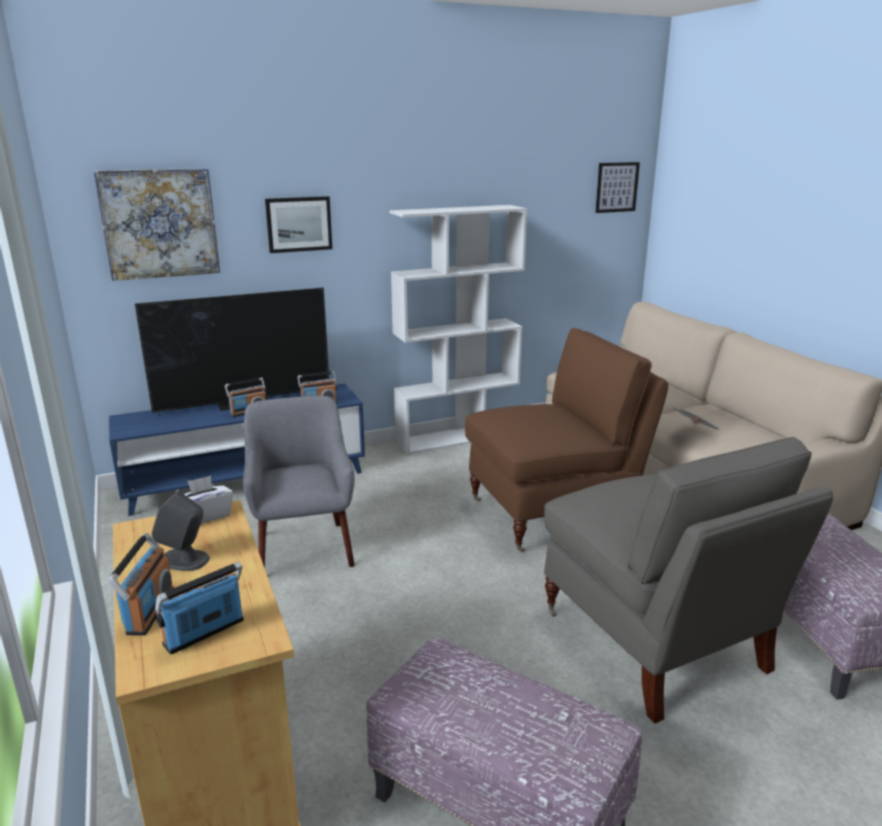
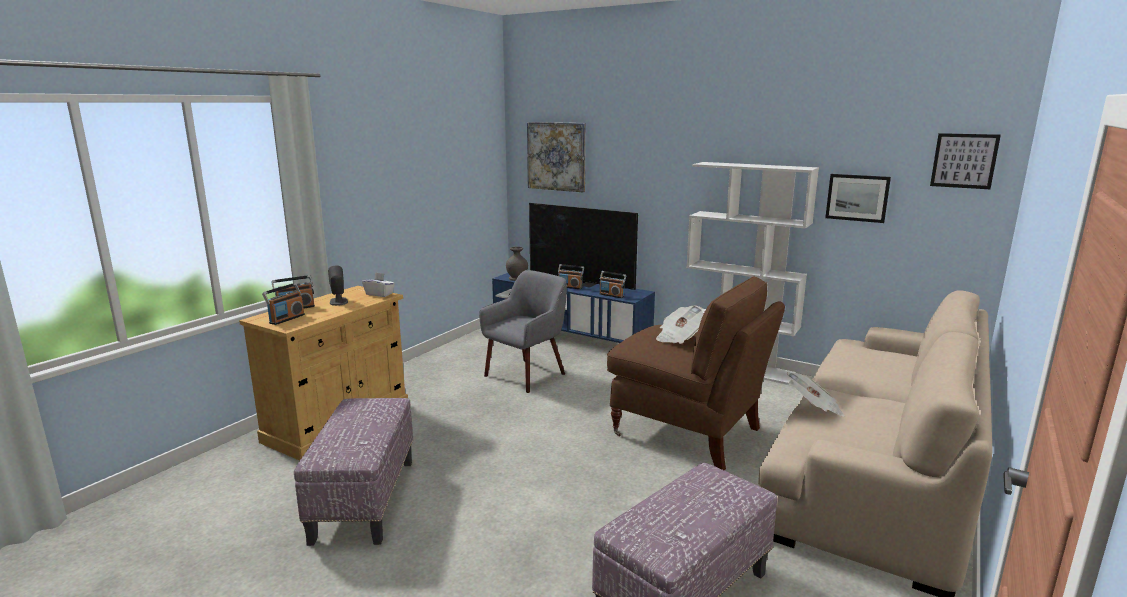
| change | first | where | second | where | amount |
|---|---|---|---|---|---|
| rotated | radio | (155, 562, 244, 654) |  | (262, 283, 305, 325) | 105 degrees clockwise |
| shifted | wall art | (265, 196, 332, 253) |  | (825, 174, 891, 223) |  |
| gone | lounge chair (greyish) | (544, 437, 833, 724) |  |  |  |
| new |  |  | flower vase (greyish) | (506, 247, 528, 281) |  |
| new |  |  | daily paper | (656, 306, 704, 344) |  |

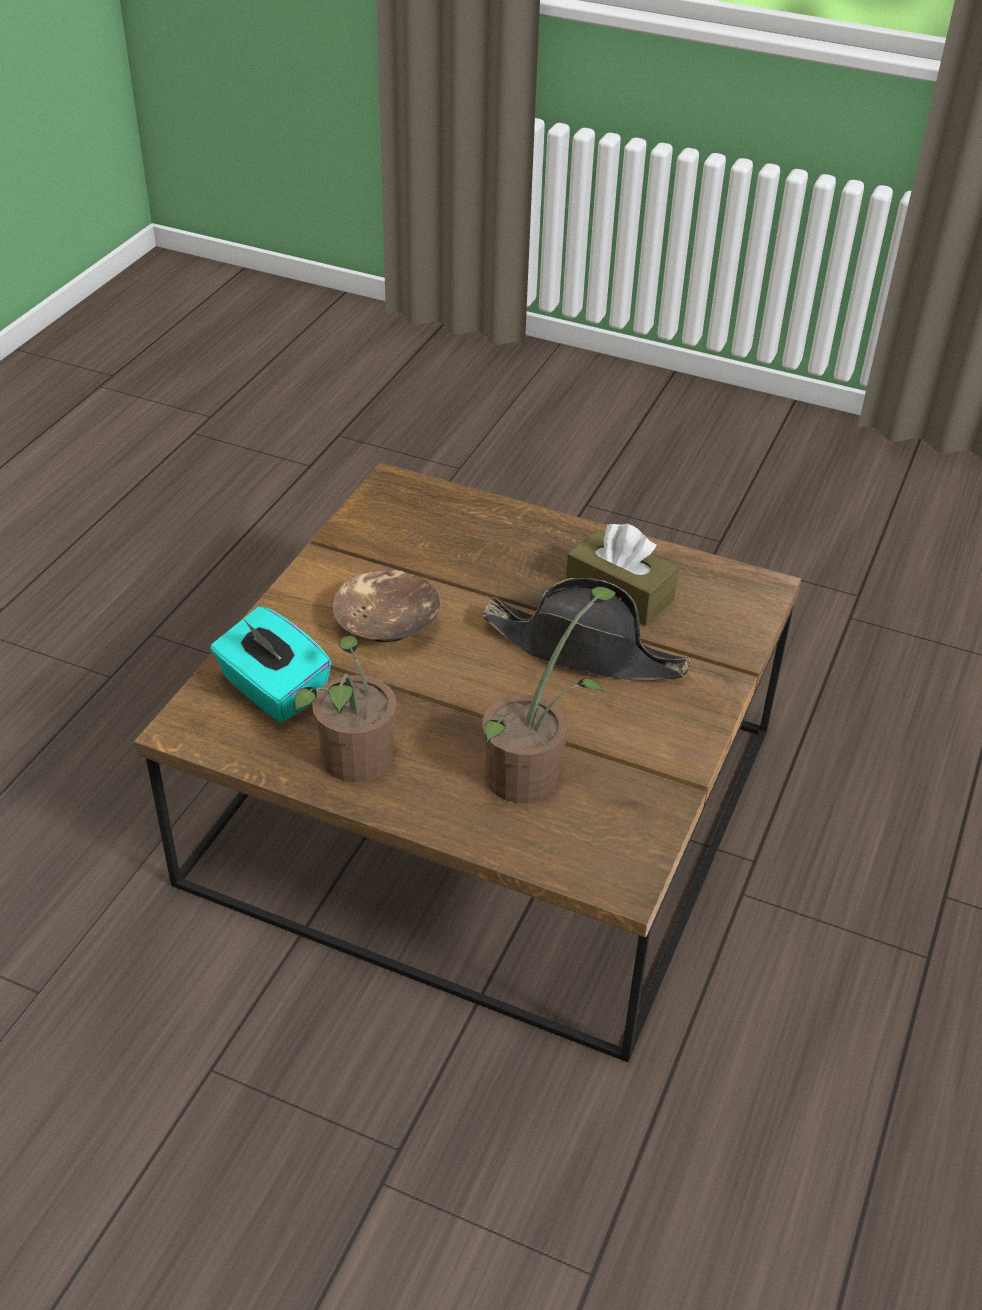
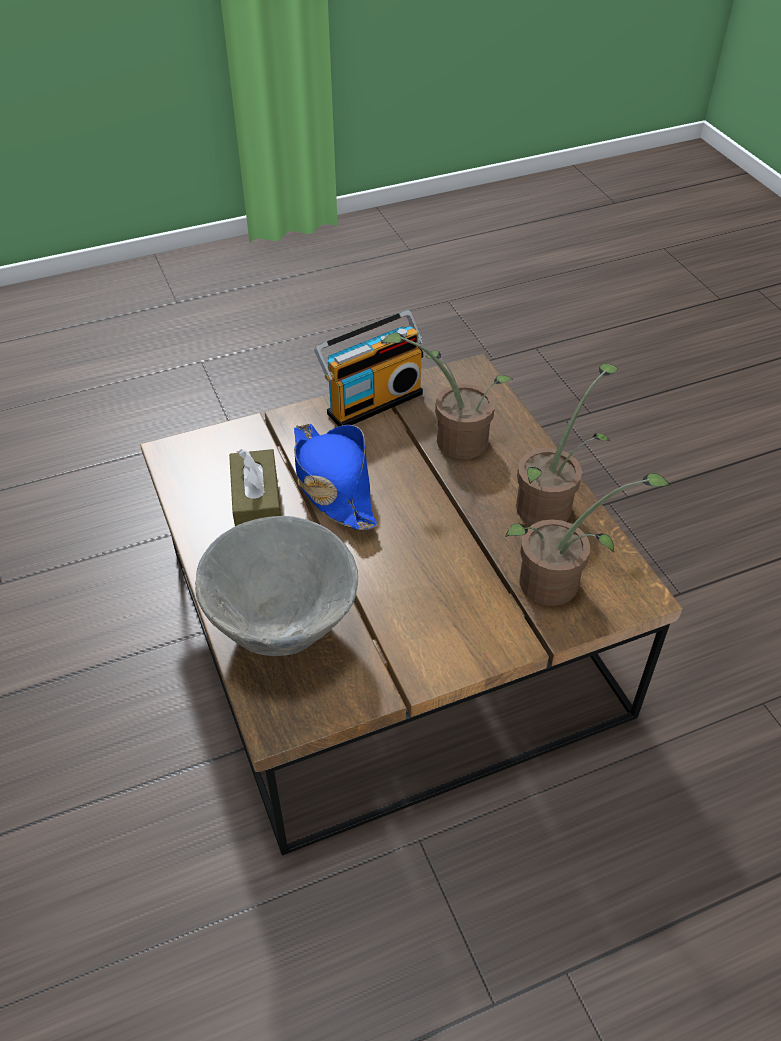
| change | first | where | second | where | amount |
|---|---|---|---|---|---|
| swapped | box of tissues (turquoise-coloured) | (210, 606, 331, 723) | houseplant | (505, 473, 671, 606) |  |
| gone | serving bowl (brown) | (333, 569, 440, 642) |  |  |  |
| repainted | hat (black-coloured) | (482, 578, 690, 680) | hat (blue) | (294, 423, 377, 530) |  |
| new |  |  | serving bowl (greyish) | (195, 516, 358, 656) |  |
| new |  |  | radio | (314, 310, 423, 426) |  |

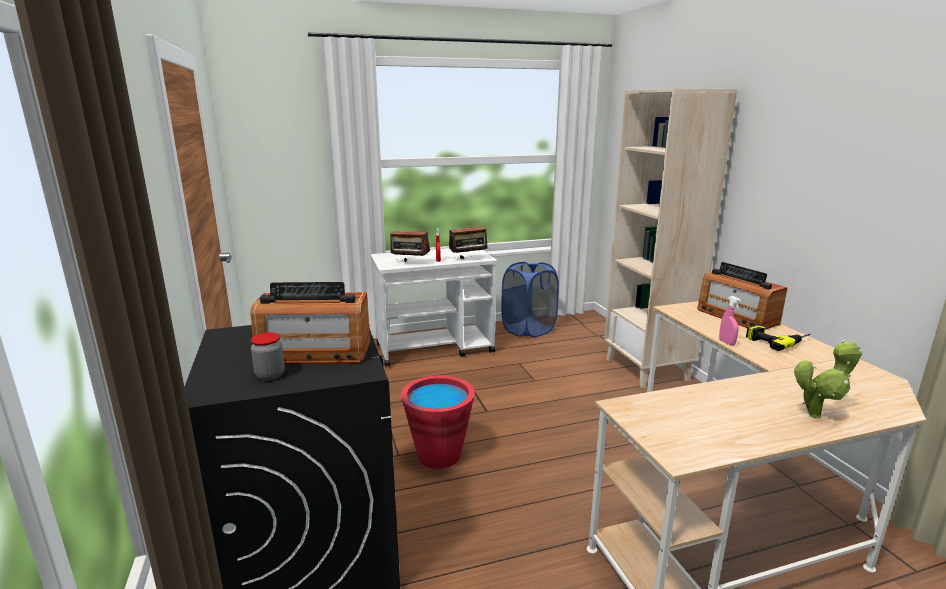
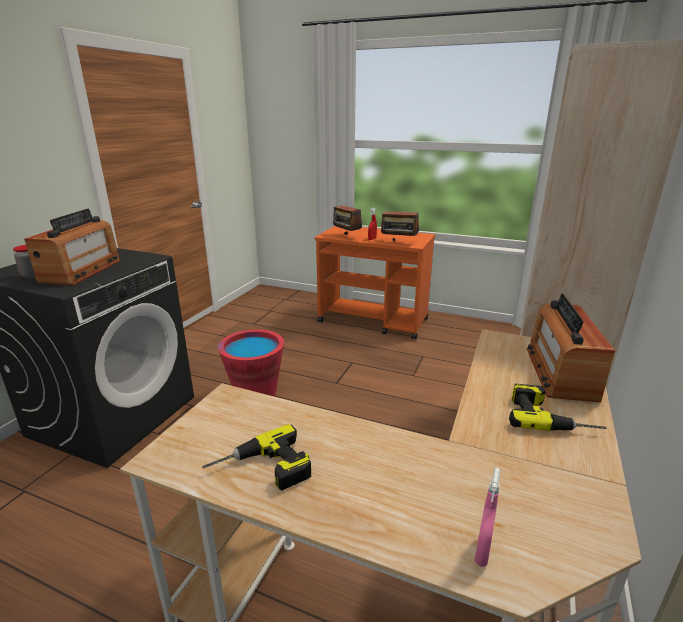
| change | first | where | second | where | amount |
|---|---|---|---|---|---|
| rotated | radio | (250, 282, 370, 364) |  | (24, 209, 121, 285) | 120 degrees counterclockwise |
| repainted | trolley (white) | (371, 248, 497, 367) | trolley (orange-coloured) | (315, 226, 435, 340) |  |
| gone | laundry basket (blue) | (501, 262, 559, 337) |  |  |  |
| shifted | hand sprayer (pinkish) | (719, 296, 741, 346) |  | (474, 467, 501, 567) |  |
| gone | houseplant | (794, 340, 862, 419) |  |  |  |
| new |  |  | electric drill | (202, 424, 311, 491) |  |

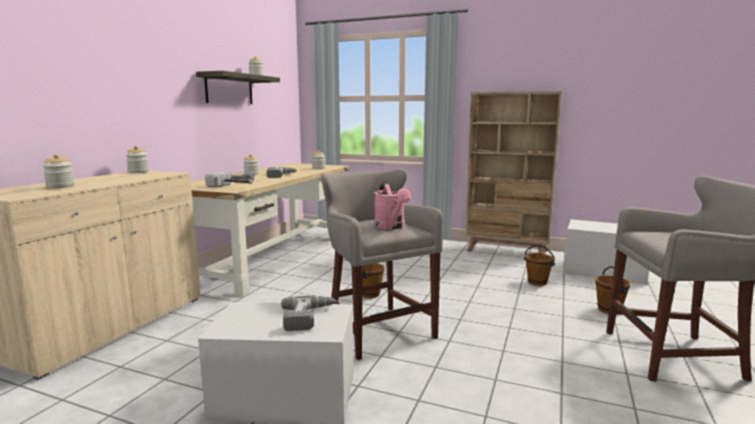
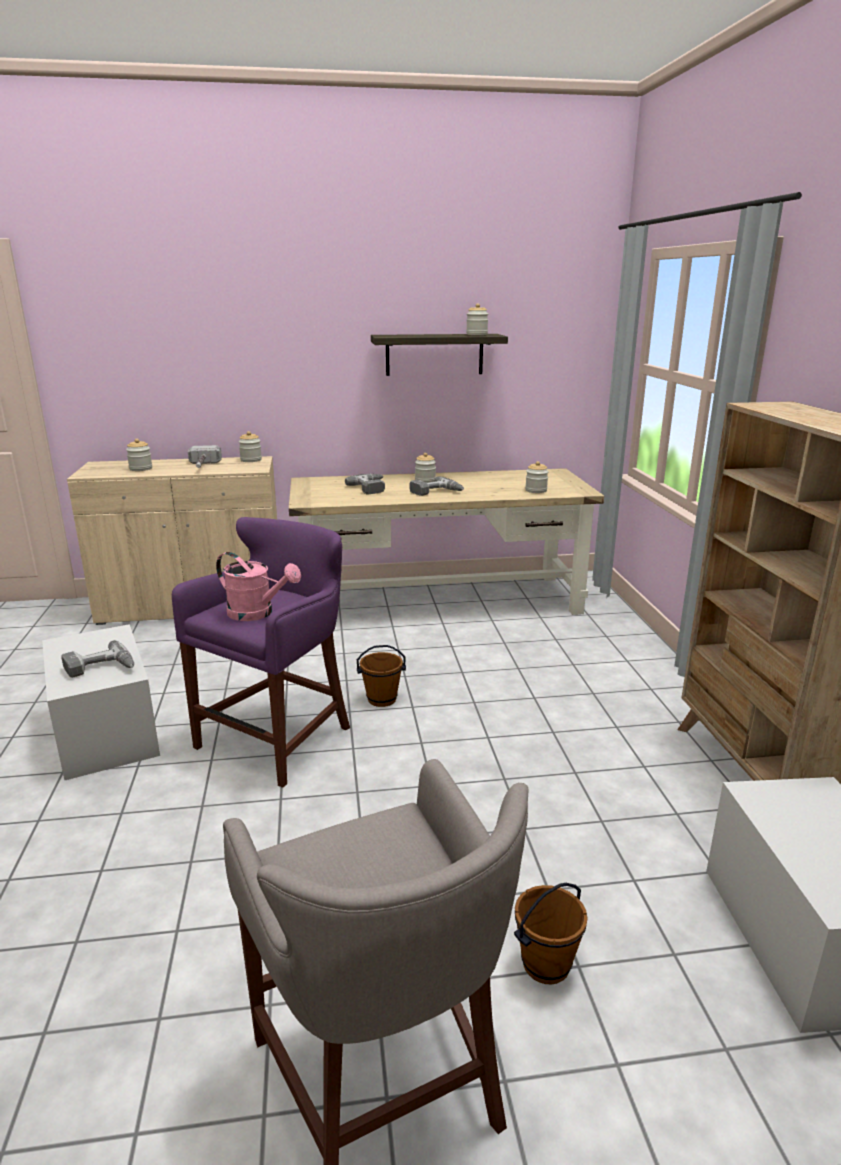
| change | first | where | second | where | amount |
|---|---|---|---|---|---|
| shifted | hand hammer | (205, 172, 253, 187) |  | (188, 445, 222, 468) |  |
| repainted | sitting stool (greyish) | (321, 169, 443, 360) | sitting stool (purple-coloured) | (172, 517, 350, 788) |  |
| rotated | sprinkling can (pinkish) | (374, 181, 411, 229) |  | (216, 552, 301, 621) | 105 degrees counterclockwise |
| gone | water bucket (brown) | (524, 245, 555, 286) |  |  |  |

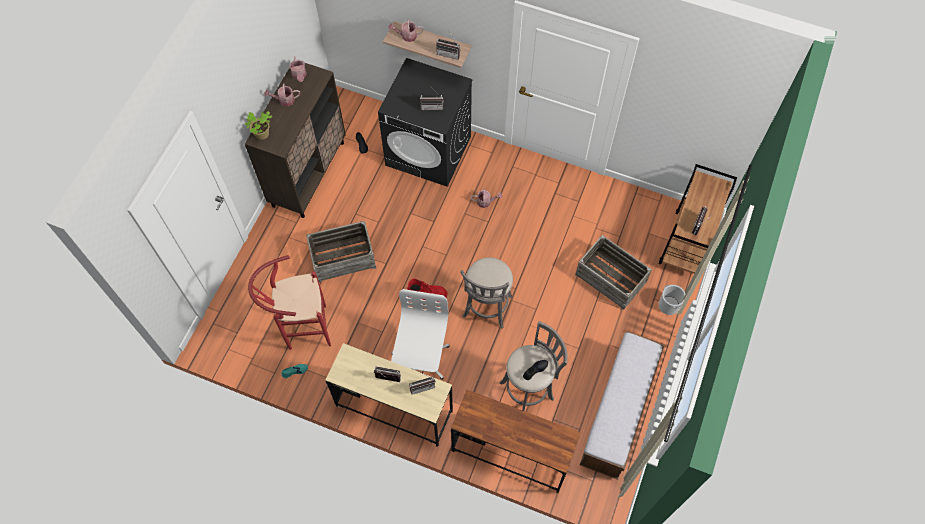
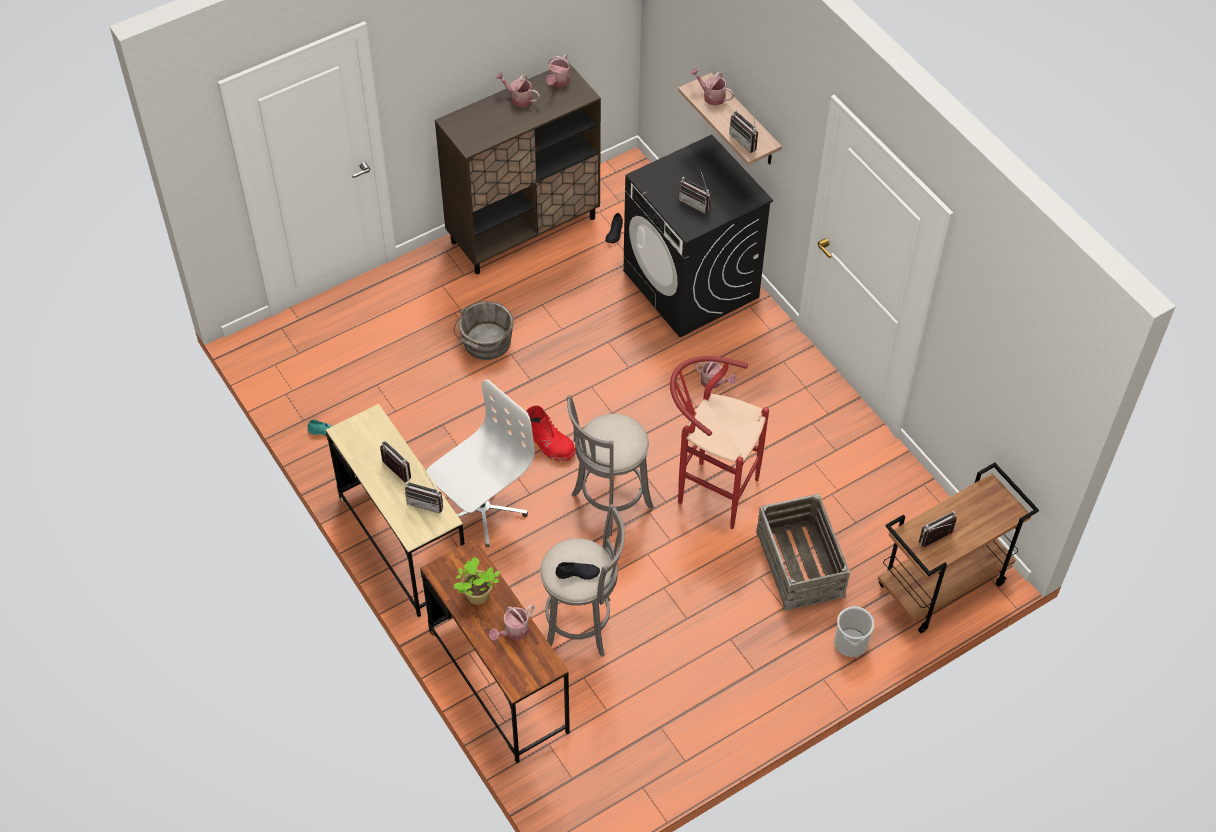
| change | first | where | second | where | amount |
|---|---|---|---|---|---|
| shifted | houseplant | (245, 111, 272, 140) |  | (454, 557, 500, 605) |  |
| shifted | sitting stool (red-coloured) | (248, 255, 331, 350) |  | (670, 356, 769, 529) |  |
| swapped | crate | (306, 221, 376, 282) | water bucket (greyish) | (454, 301, 514, 360) |  |
| gone | bench | (580, 331, 665, 480) |  |  |  |
| new |  |  | sprinkling can | (489, 604, 535, 640) |  |

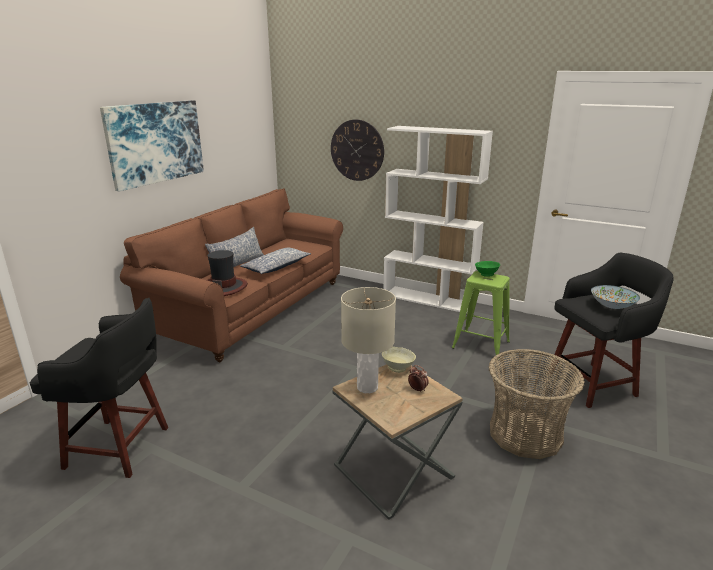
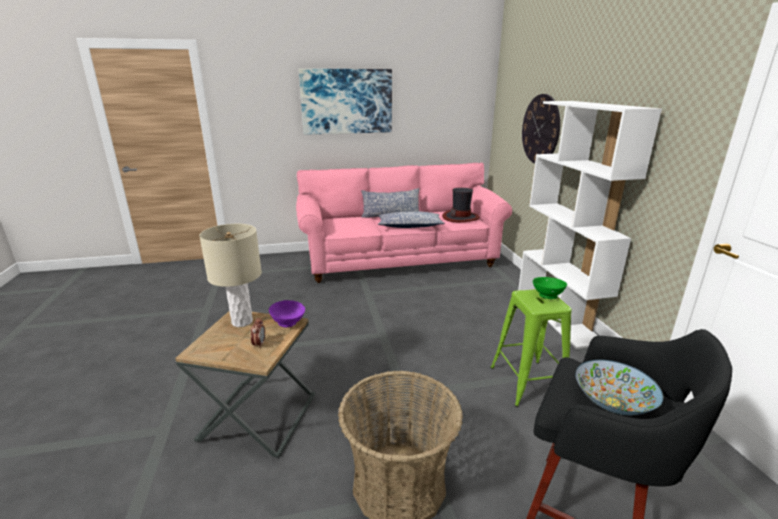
| change | first | where | second | where | amount |
|---|---|---|---|---|---|
| gone | sitting stool (black-coloured) | (30, 298, 168, 478) |  |  |  |
| repainted | settee (brown) | (120, 188, 343, 362) | settee (pinkish) | (296, 163, 512, 283) |  |
| shifted | hat | (207, 250, 248, 296) |  | (442, 188, 480, 222) |  |
| repainted | serving bowl (sand-coloured) | (382, 347, 416, 373) | serving bowl (purple-coloured) | (269, 300, 305, 328) |  |

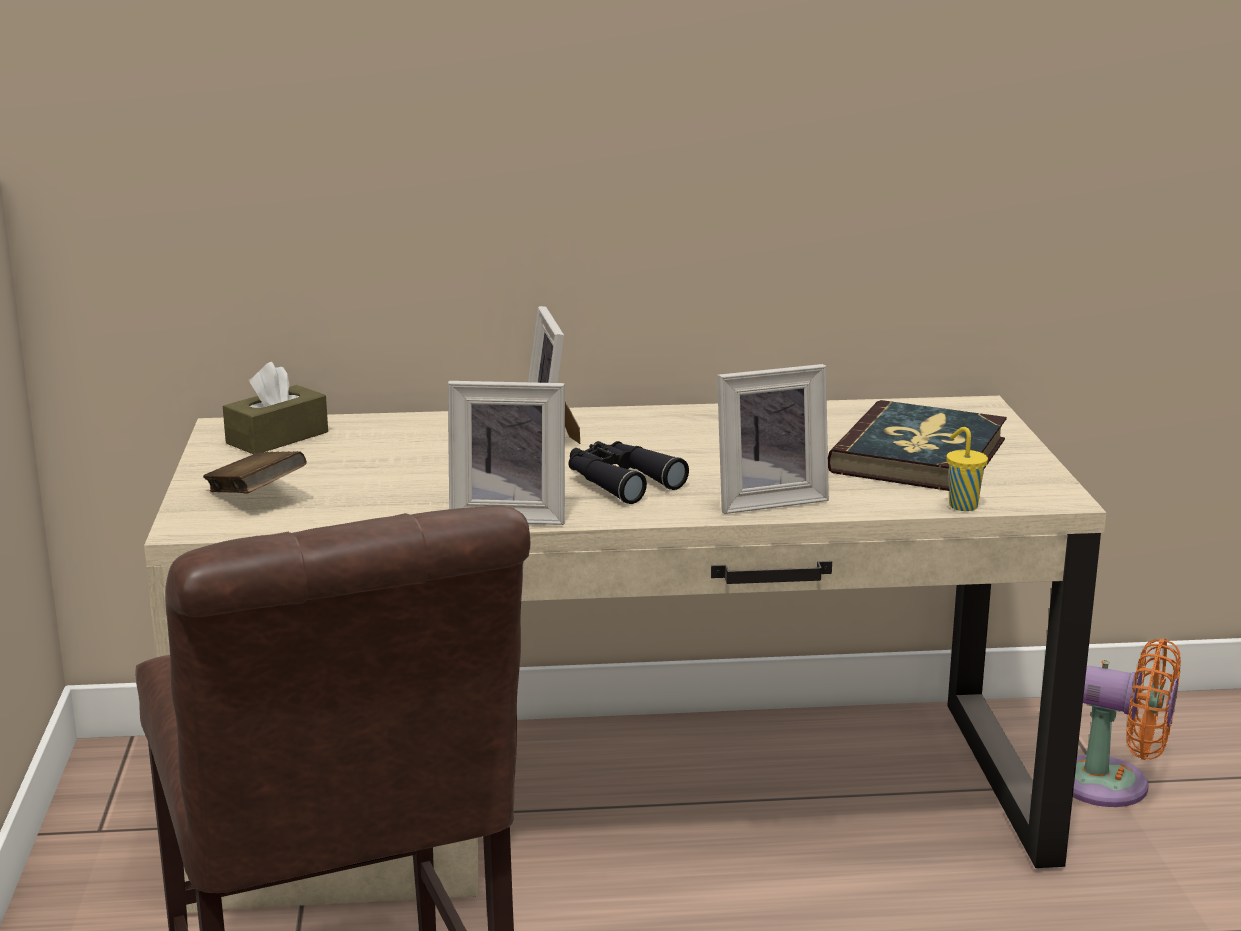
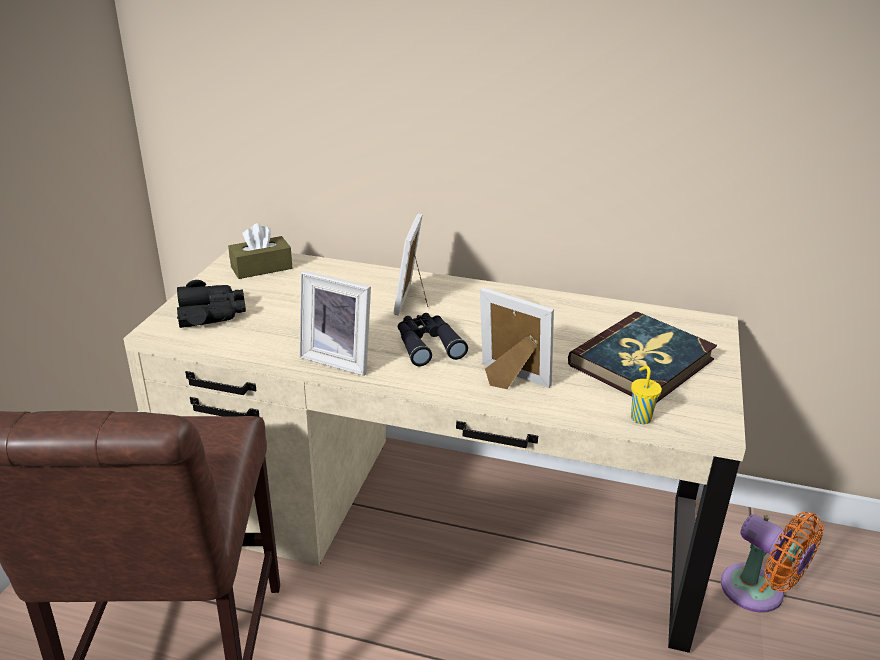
| change | first | where | second | where | amount |
|---|---|---|---|---|---|
| swapped | bound book (brown) | (203, 451, 307, 494) | field glasses (black-coloured) | (177, 280, 246, 328) |  |
| rotated | picture frame | (717, 364, 829, 514) |  | (480, 287, 554, 389) | 150 degrees counterclockwise |

